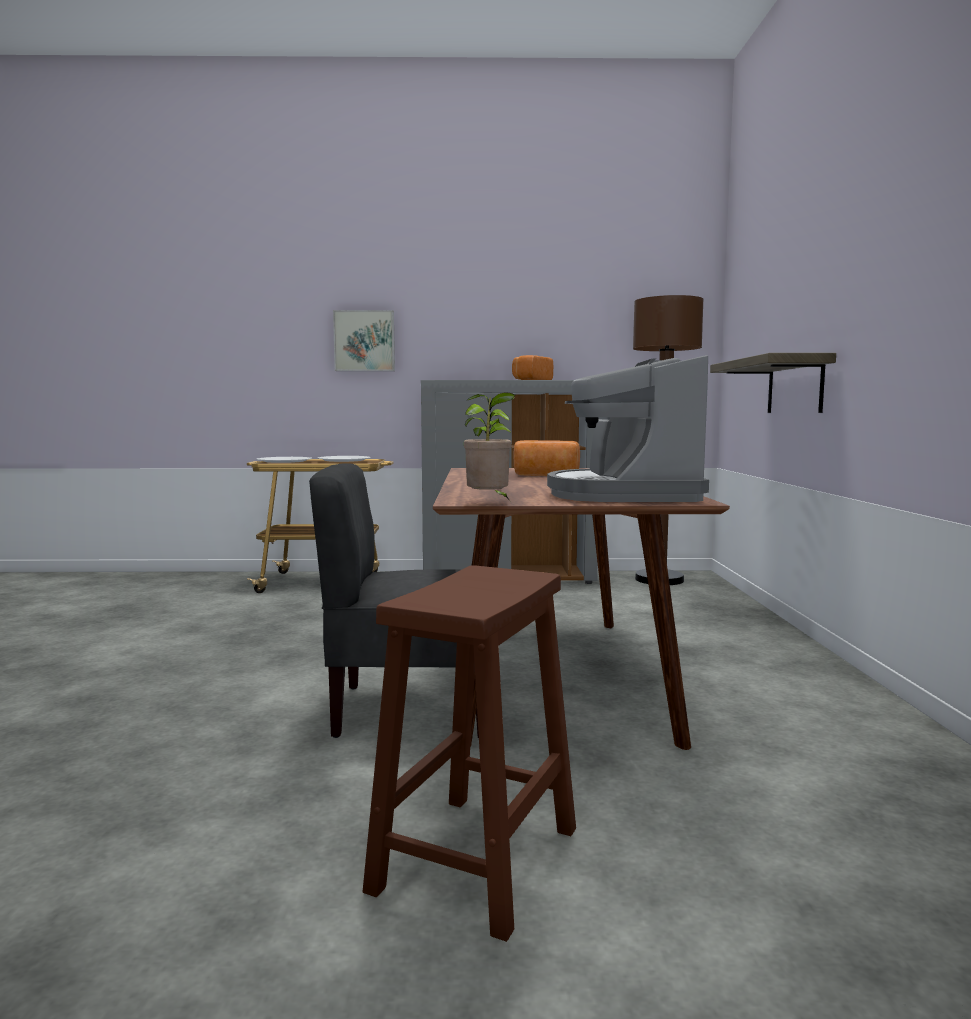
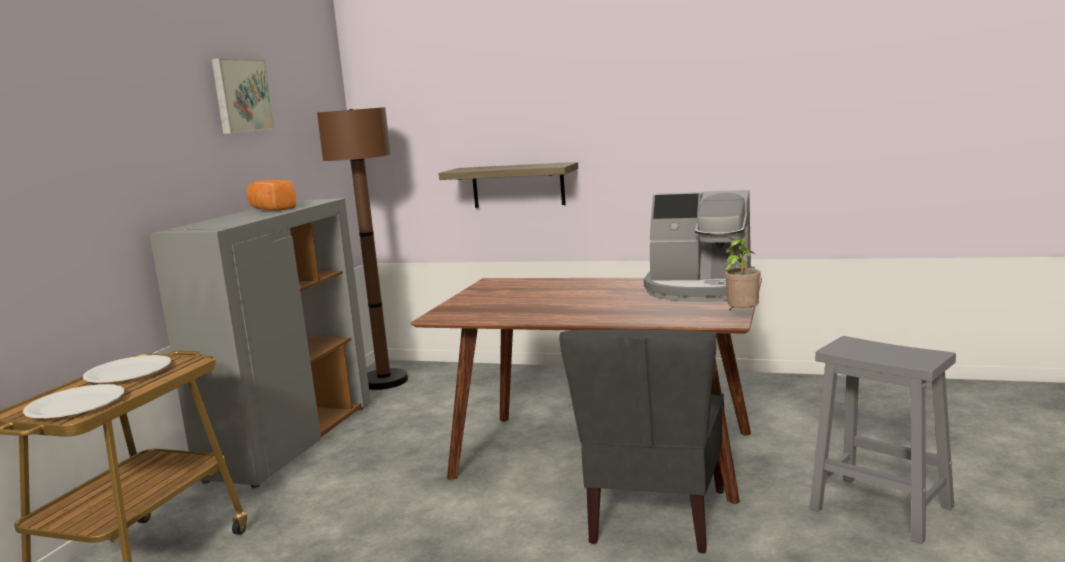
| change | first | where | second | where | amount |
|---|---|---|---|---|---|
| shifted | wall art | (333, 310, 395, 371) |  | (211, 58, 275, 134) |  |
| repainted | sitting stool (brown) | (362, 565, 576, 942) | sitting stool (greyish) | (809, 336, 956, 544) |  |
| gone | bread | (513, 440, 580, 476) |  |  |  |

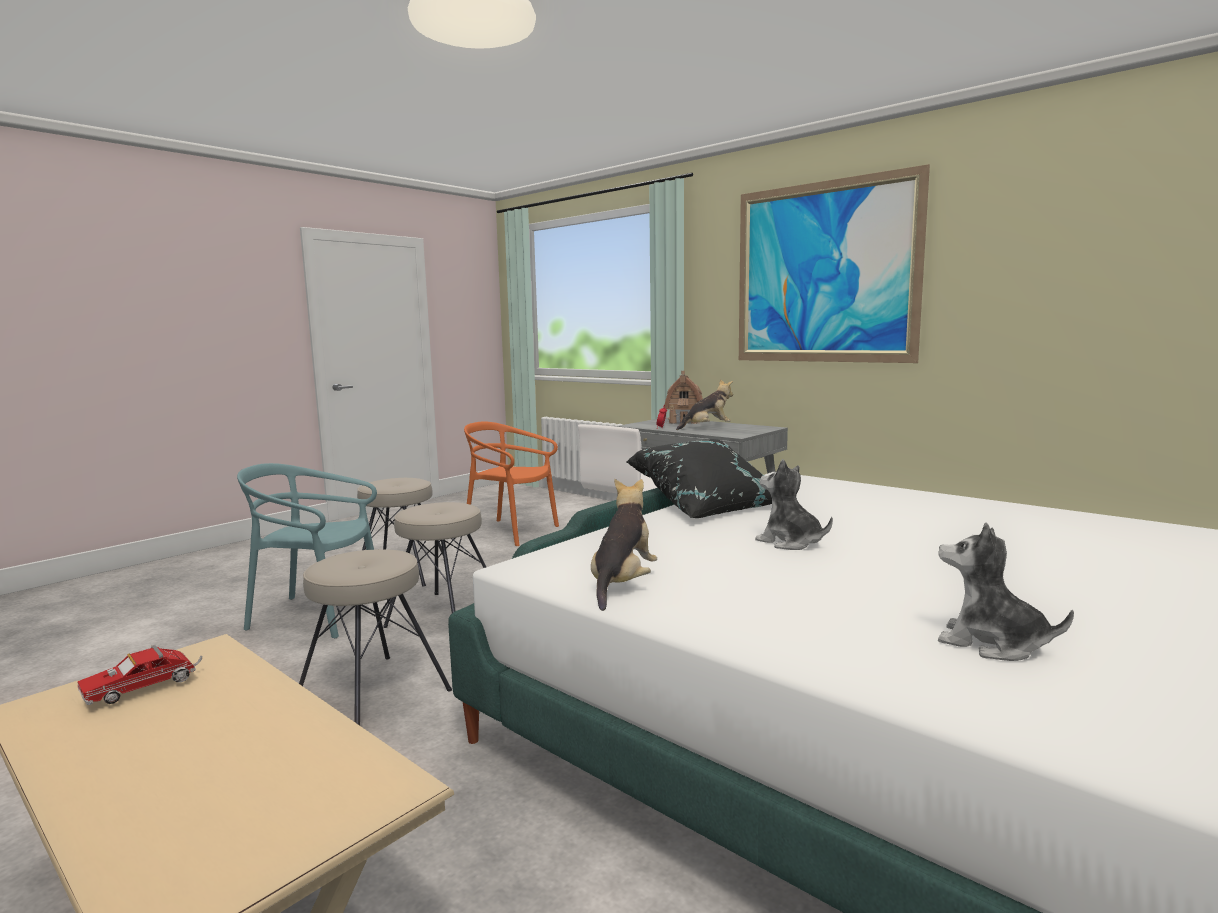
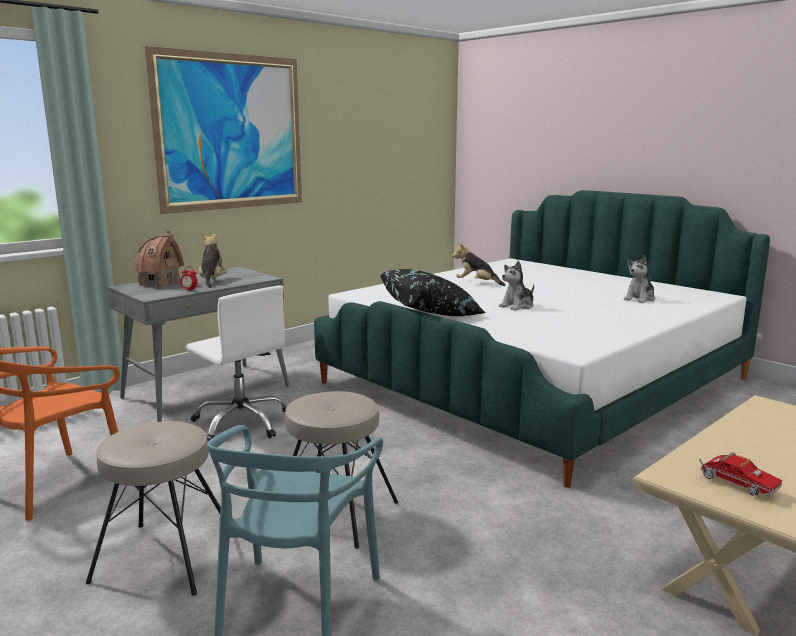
| change | first | where | second | where | amount |
|---|---|---|---|---|---|
| gone | sitting stool (sand-coloured) | (299, 549, 452, 725) |  |  |  |
| shifted | cuddly toy | (591, 479, 657, 611) |  | (452, 243, 505, 286) |  |

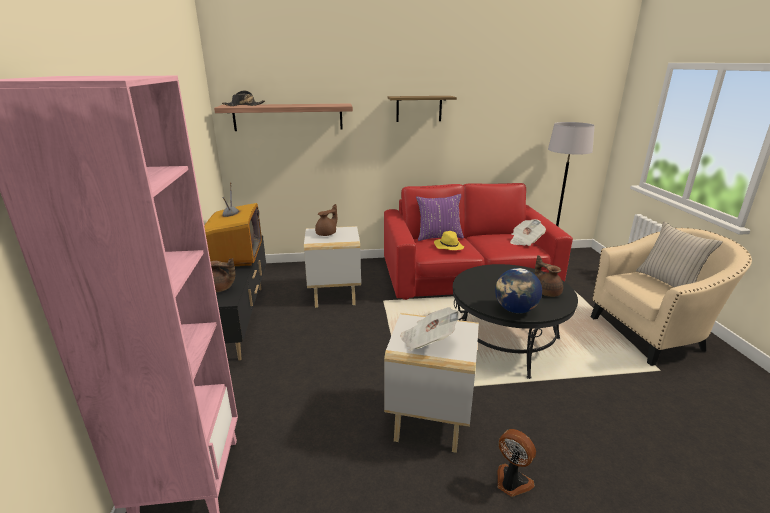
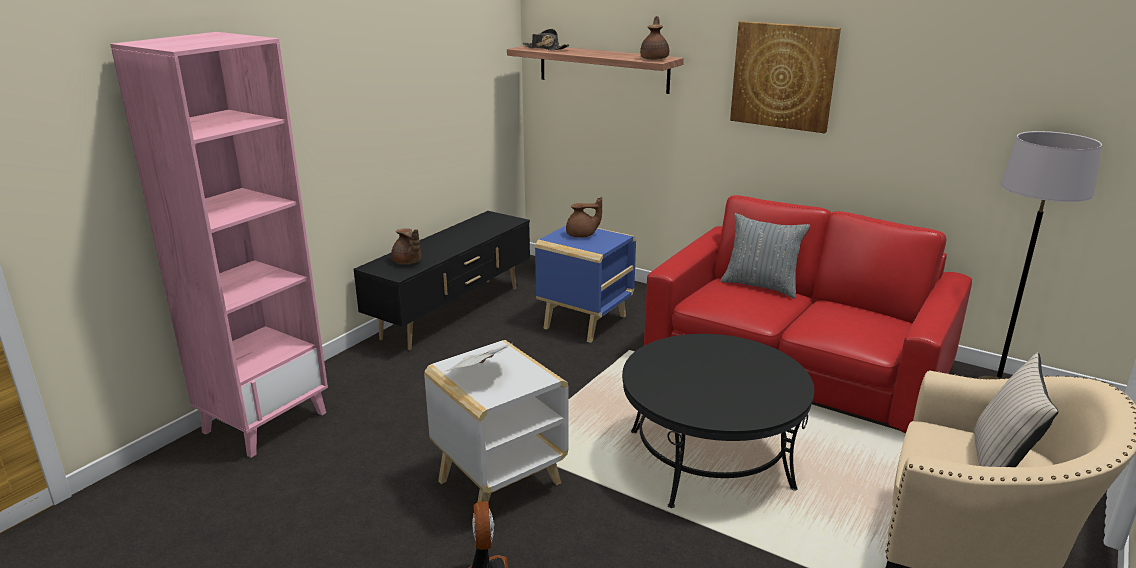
| change | first | where | second | where | amount |
|---|---|---|---|---|---|
| gone | television | (204, 182, 262, 266) |  |  |  |
| repainted | end table (white) | (304, 226, 361, 308) | end table (blue) | (535, 226, 636, 343) |  |
| swapped | shelf | (388, 96, 457, 122) | wall art | (730, 21, 841, 133) |  |
| repainted | pillow (purple-coloured) | (416, 194, 464, 241) | pillow (greyish) | (721, 213, 810, 299) |  |
| gone | hat (yellow-coloured) | (434, 231, 464, 250) |  |  |  |
| gone | world globe | (495, 268, 542, 313) |  |  |  |
| gone | daily paper | (510, 219, 546, 246) |  |  |  |
| shifted | teapot (brown) | (535, 255, 563, 297) |  | (640, 16, 669, 60) |  |

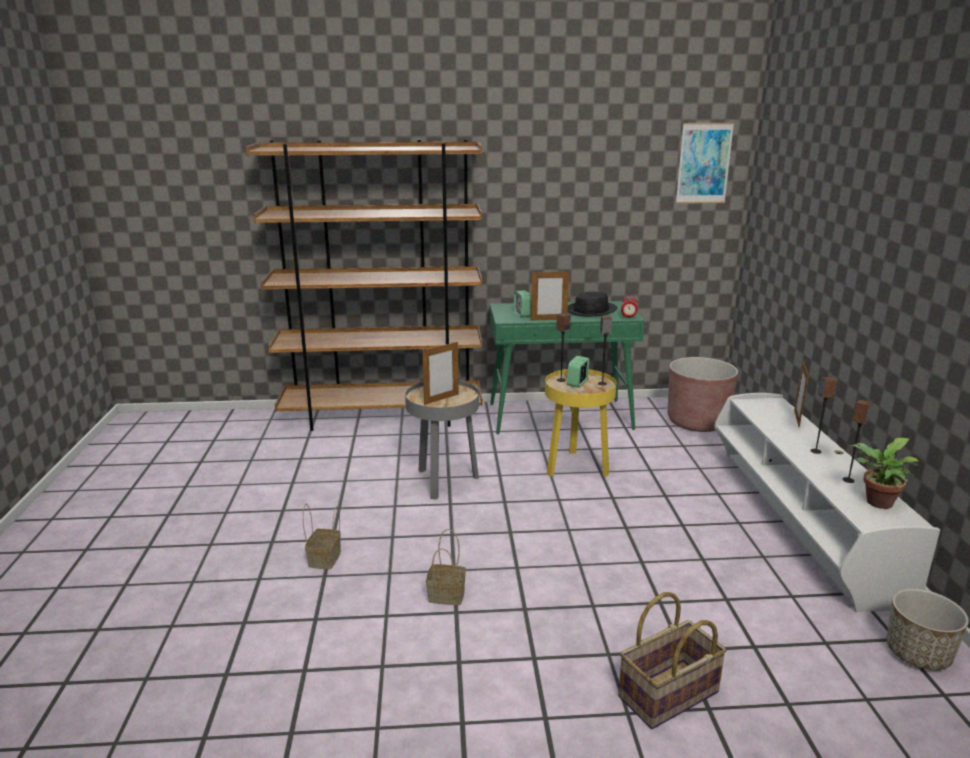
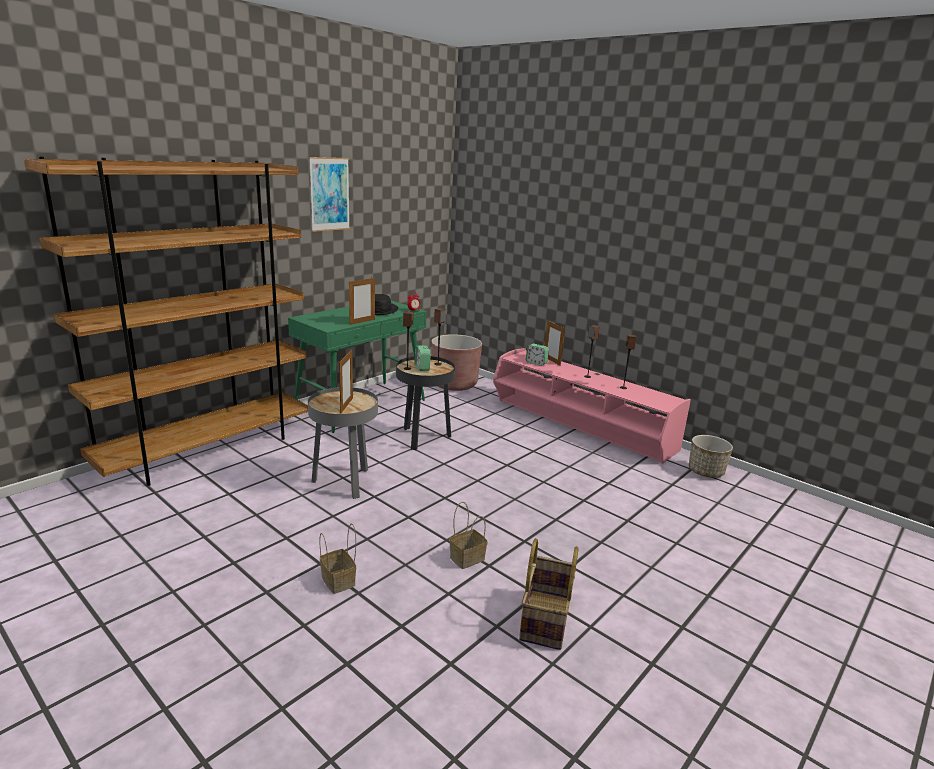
| change | first | where | second | where | amount |
|---|---|---|---|---|---|
| shifted | bedside clock | (513, 291, 532, 317) |  | (526, 344, 549, 366) |  |
| repainted | end table (yellow-coloured) | (545, 369, 616, 477) | end table (black-coloured) | (396, 356, 455, 450) |  |
| shifted | household basket | (618, 592, 727, 729) |  | (519, 538, 578, 650) |  |
| shifted | wall art | (676, 123, 734, 204) |  | (309, 157, 350, 232) |  |
| repainted | tv stand (white) | (714, 393, 940, 612) | tv stand (pinkish) | (493, 348, 691, 463) |  |
| gone | houseplant | (850, 438, 919, 509) |  |  |  |

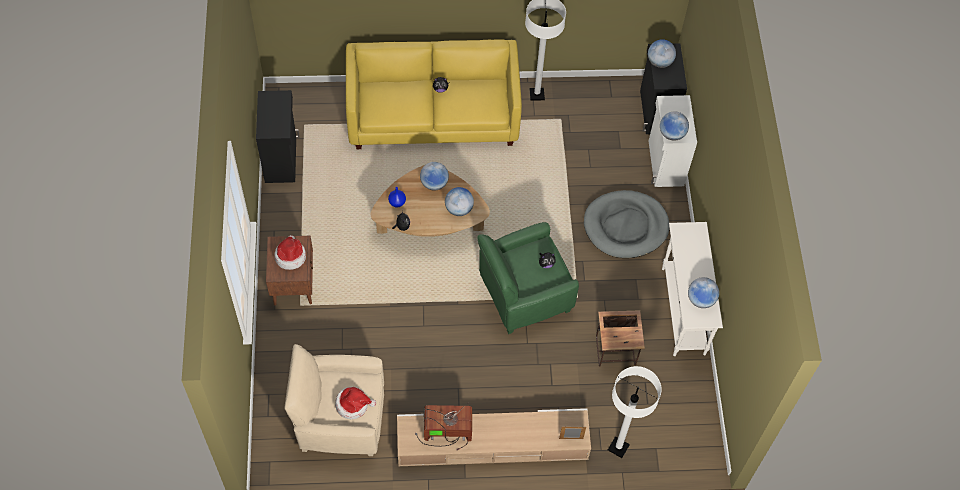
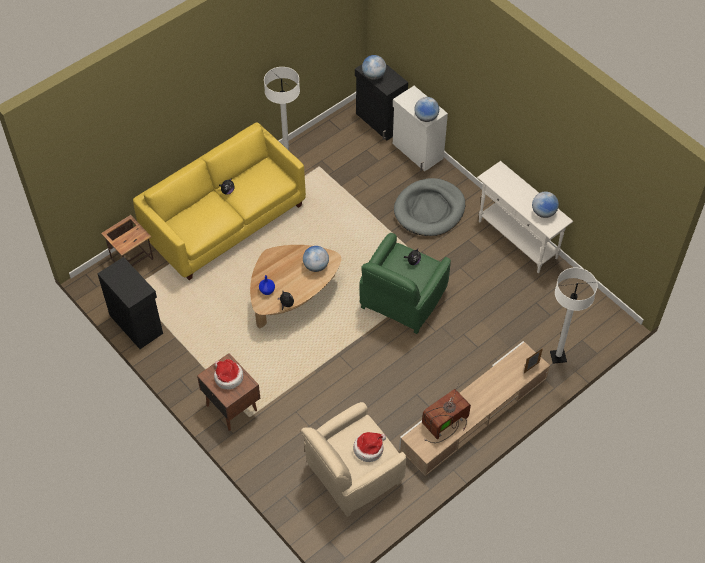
| change | first | where | second | where | amount |
|---|---|---|---|---|---|
| gone | world globe | (420, 162, 449, 191) |  |  |  |
| shifted | end table | (596, 310, 645, 367) |  | (101, 215, 153, 266) |  |

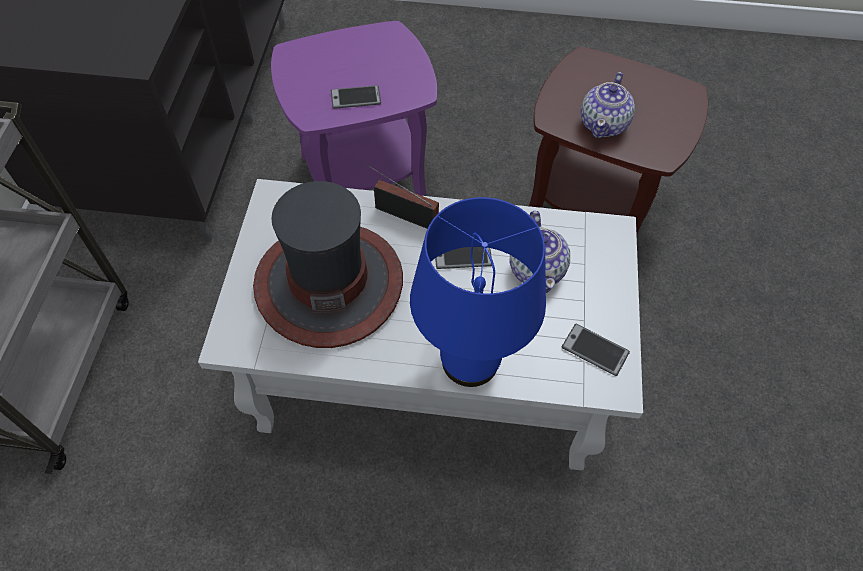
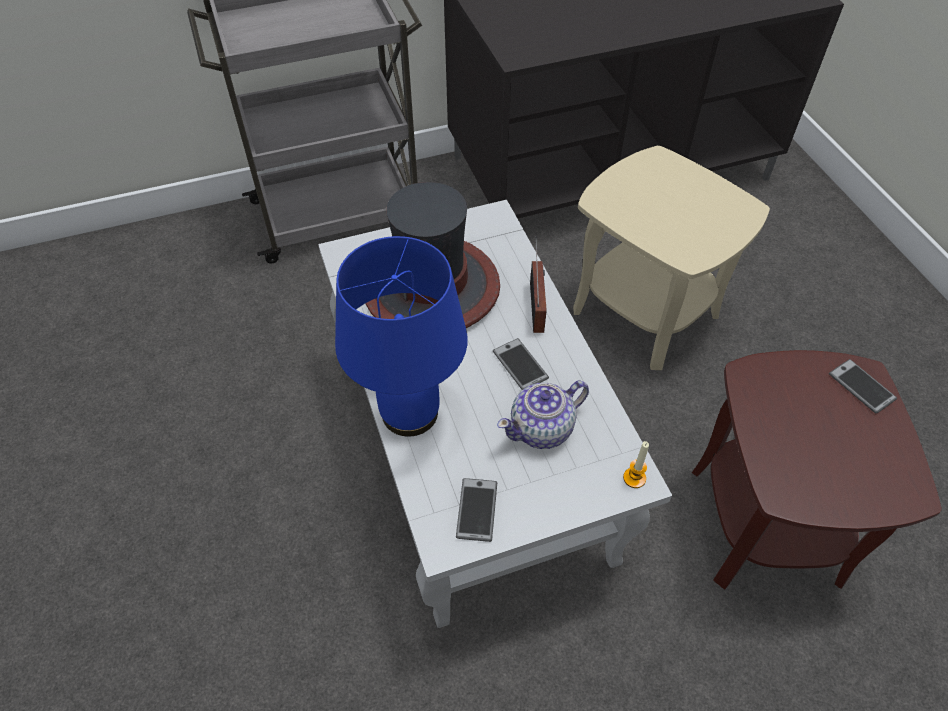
| change | first | where | second | where | amount |
|---|---|---|---|---|---|
| repainted | end table (purple-coloured) | (271, 21, 437, 196) | end table (sand-coloured) | (573, 146, 770, 370) |  |
| shifted | telephone | (331, 85, 381, 109) |  | (829, 359, 897, 413) |  |
| gone | teapot | (581, 72, 635, 138) |  |  |  |
| new |  |  | wax light | (623, 441, 649, 488) |  |

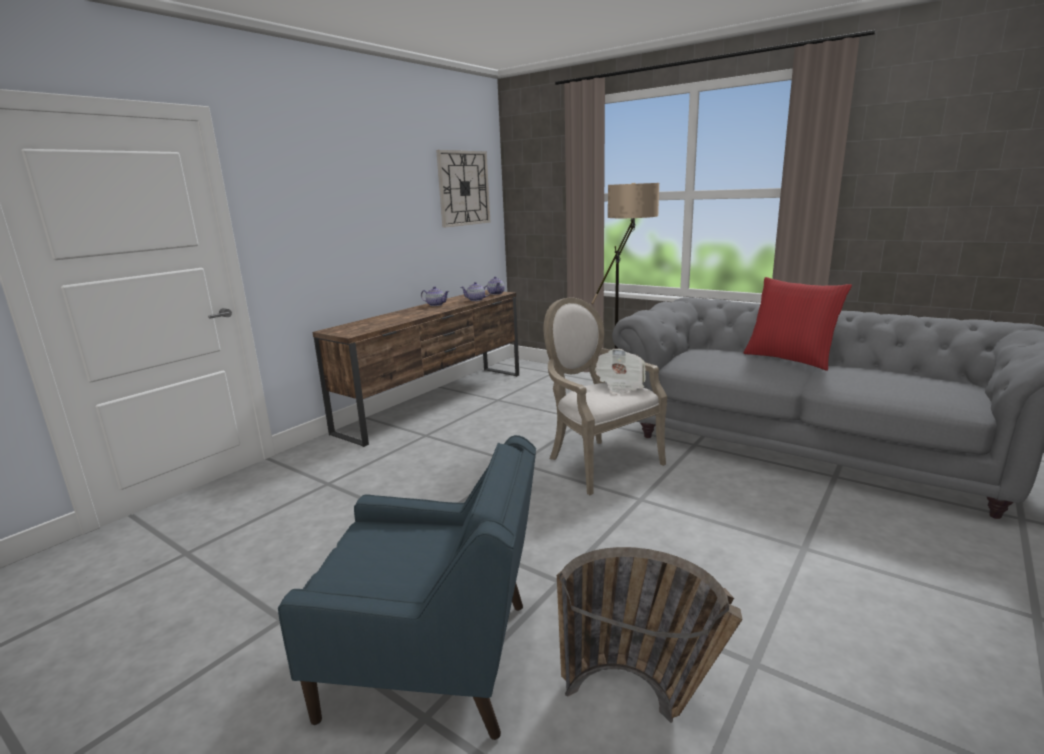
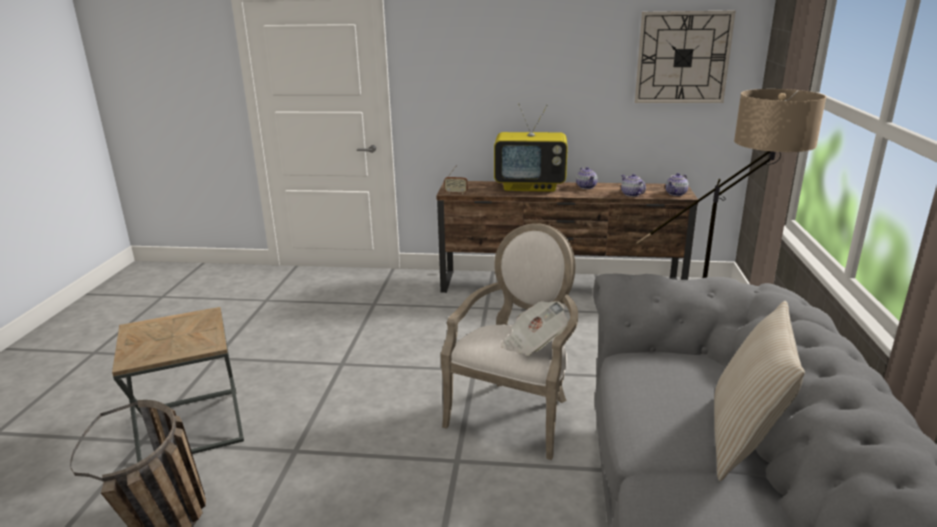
| change | first | where | second | where | amount |
|---|---|---|---|---|---|
| swapped | lounge chair (blue) | (278, 435, 536, 740) | end table (brown) | (112, 307, 244, 463) |  |
| repainted | pillow (red-coloured) | (744, 277, 852, 371) | pillow (sand-coloured) | (714, 301, 805, 481) |  |
| new |  |  | radio | (444, 165, 468, 194) |  |
| new |  |  | television | (494, 104, 568, 192) |  |

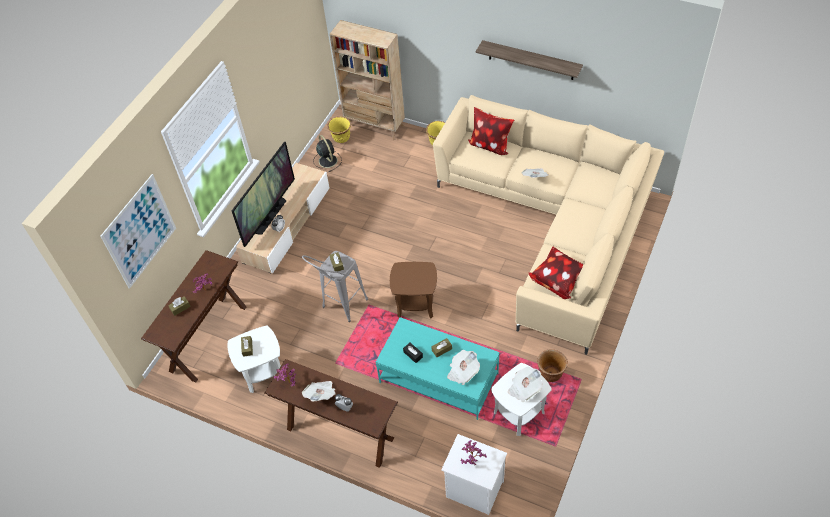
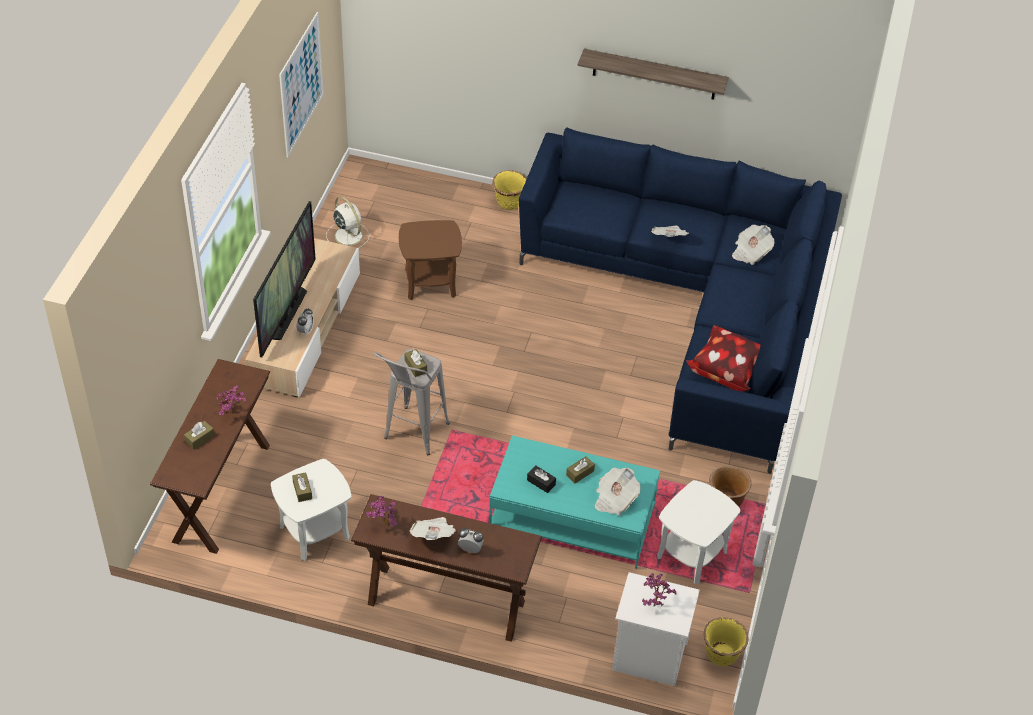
| change | first | where | second | where | amount |
|---|---|---|---|---|---|
| shifted | wall art | (100, 174, 176, 289) |  | (279, 12, 324, 157) |  |
| repainted | electric fan (black-coloured) | (313, 135, 342, 172) | electric fan (white) | (326, 196, 370, 248) |  |
| shifted | planter (yellow-coloured) | (327, 117, 351, 143) |  | (704, 617, 749, 666) |  |
| gone | bookshelf (sand-coloured) | (330, 20, 405, 140) |  |  |  |
| shifted | end table (brown) | (390, 262, 437, 318) |  | (399, 220, 462, 301) |  |
| repainted | settee (sand-coloured) | (433, 95, 664, 355) | settee (blue) | (519, 128, 842, 474) |  |
| gone | pillow | (468, 107, 514, 155) |  |  |  |
| shifted | daily paper | (508, 366, 543, 402) |  | (732, 225, 775, 265) |  |

